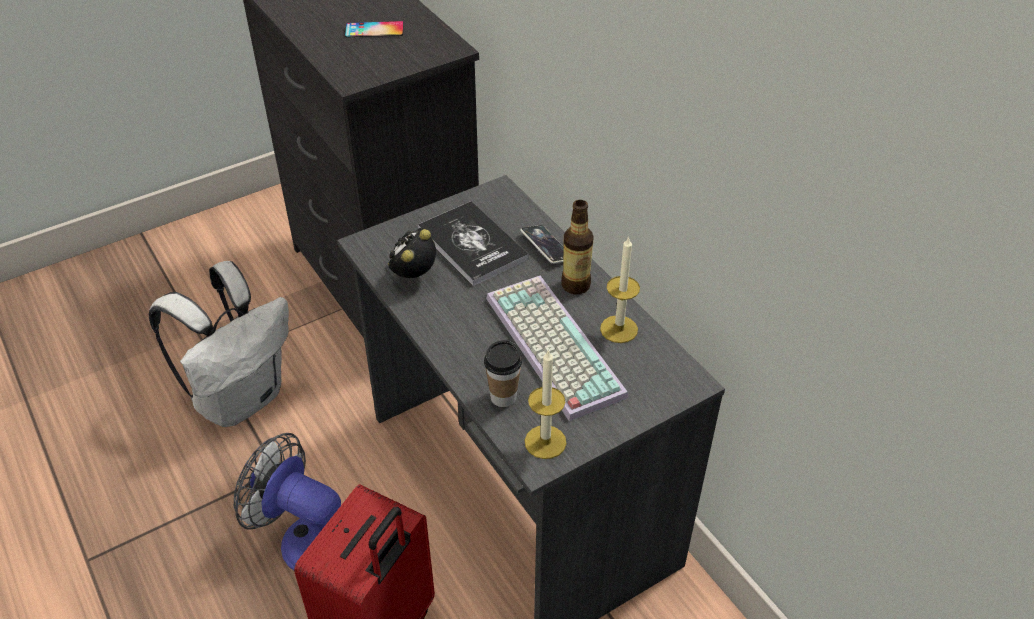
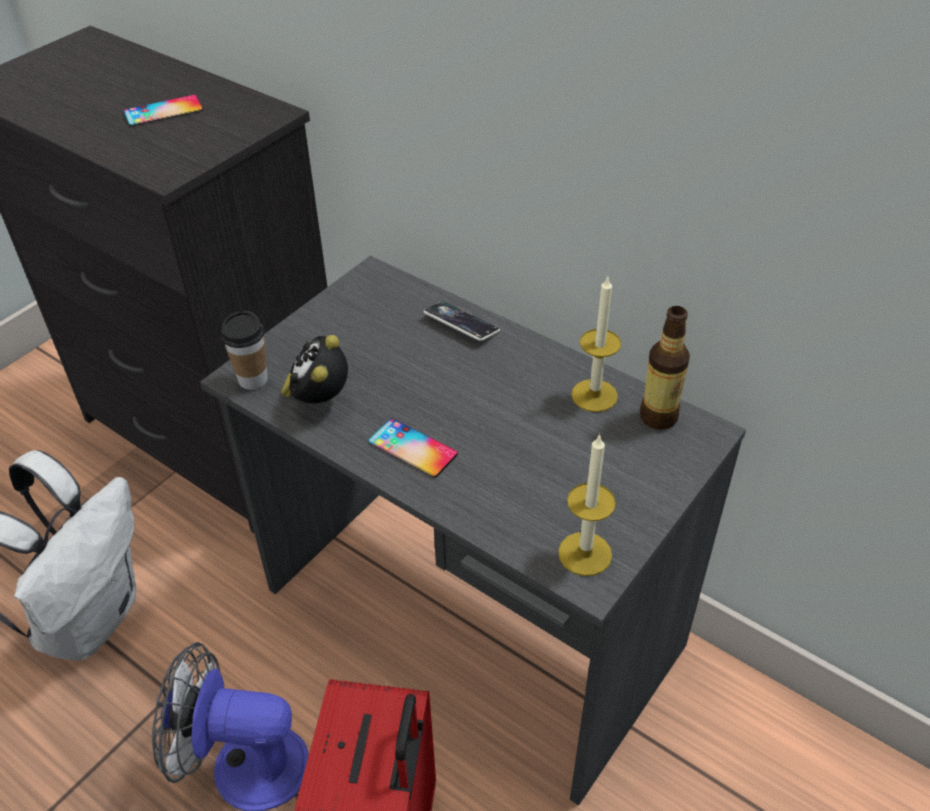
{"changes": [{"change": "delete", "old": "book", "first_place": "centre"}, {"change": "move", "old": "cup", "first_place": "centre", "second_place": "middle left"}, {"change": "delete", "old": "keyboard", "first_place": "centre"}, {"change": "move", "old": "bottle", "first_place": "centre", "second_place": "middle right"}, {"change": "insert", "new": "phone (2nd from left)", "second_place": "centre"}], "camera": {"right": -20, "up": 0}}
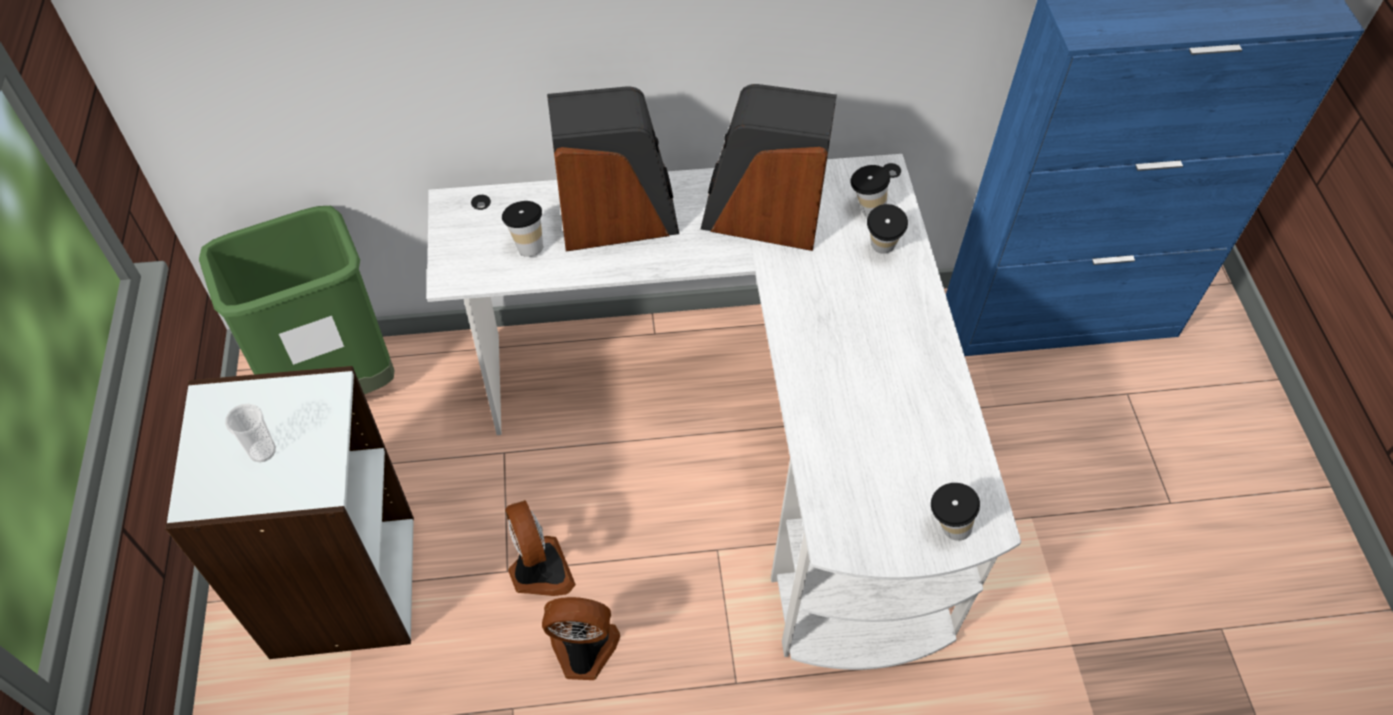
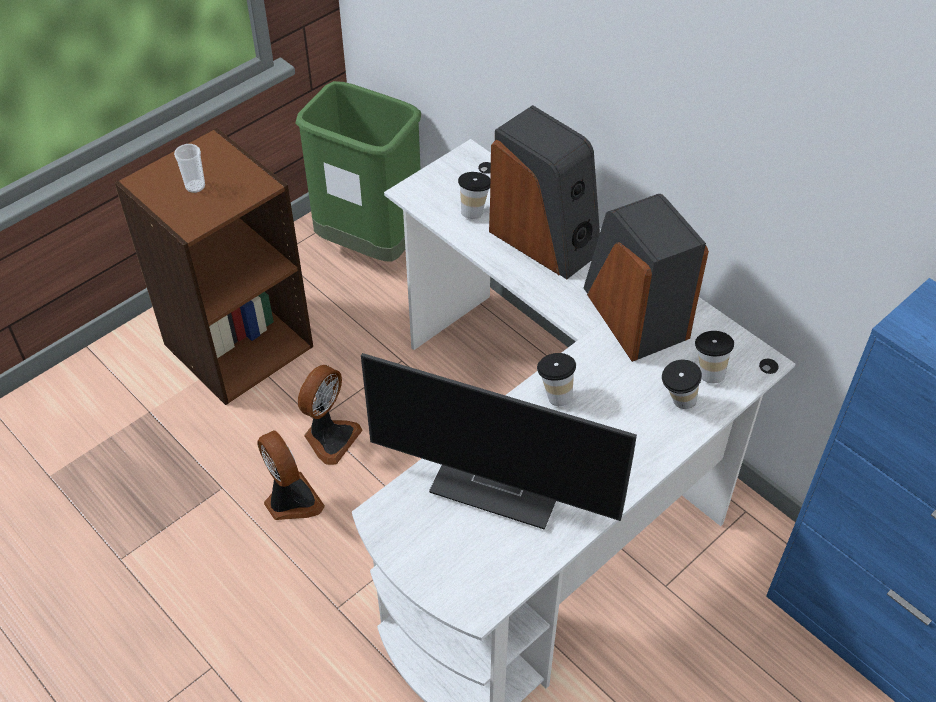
{"changes": [{"change": "recolor", "old": "white bookcase", "new": "brown bookcase", "first_place": "bottom left", "second_place": "middle left"}, {"change": "move", "old": "cup (5th from left in the first image)", "new": "cup (3rd from left)", "first_place": "bottom right", "second_place": "centre"}, {"change": "insert", "new": "monitor", "second_place": "centre"}], "camera": {"right": 55, "up": -5}}
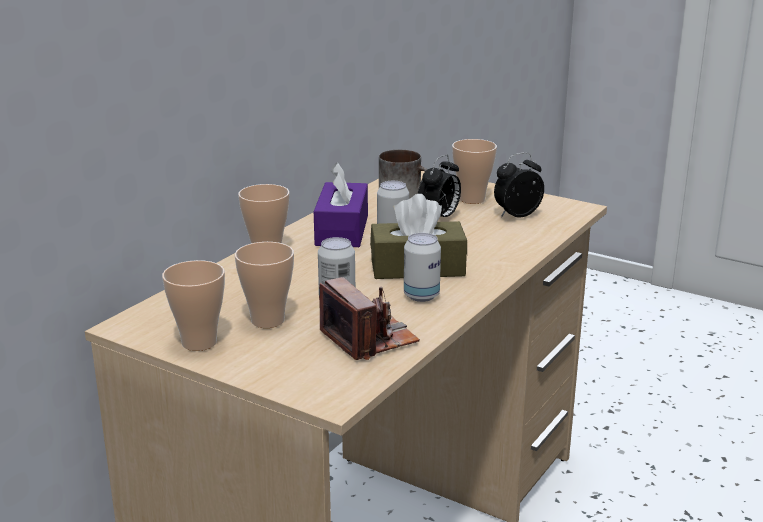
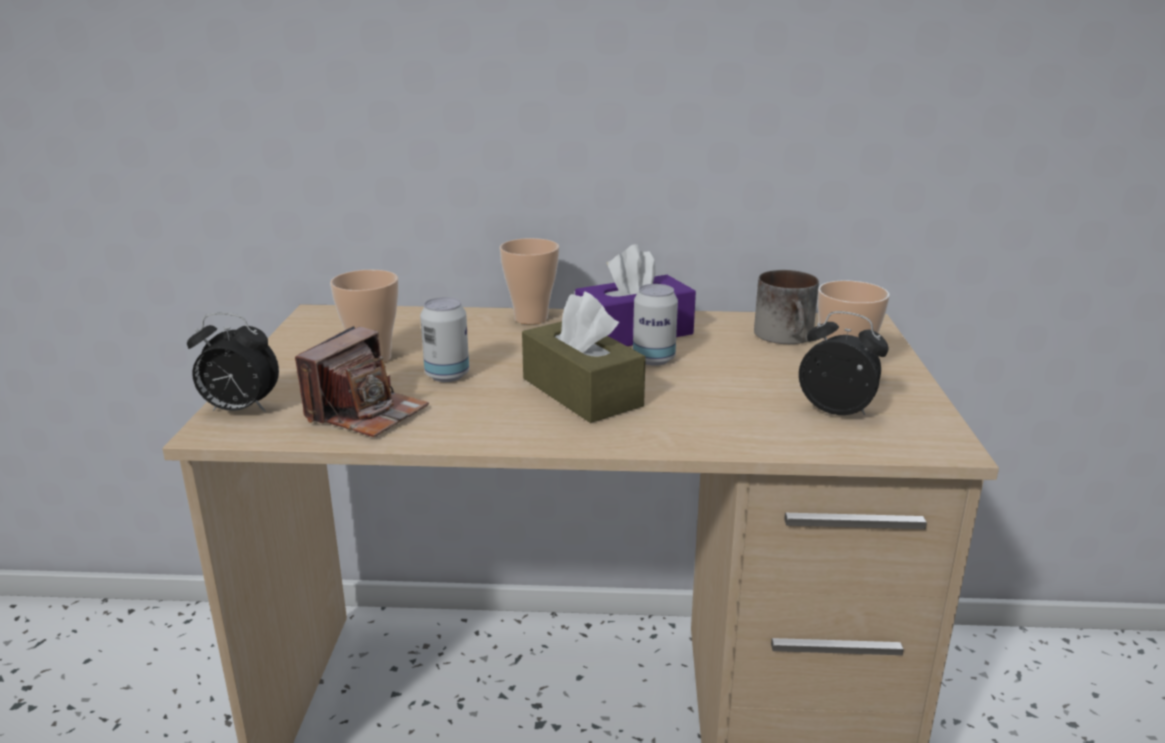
{"changes": [{"change": "delete", "old": "cup (1st from left)", "first_place": "middle left"}, {"change": "delete", "old": "can (3rd from left)", "first_place": "centre"}, {"change": "move", "old": "alarm clock (1st from left)", "first_place": "centre", "second_place": "middle left"}], "camera": {"right": 60, "up": 0}}
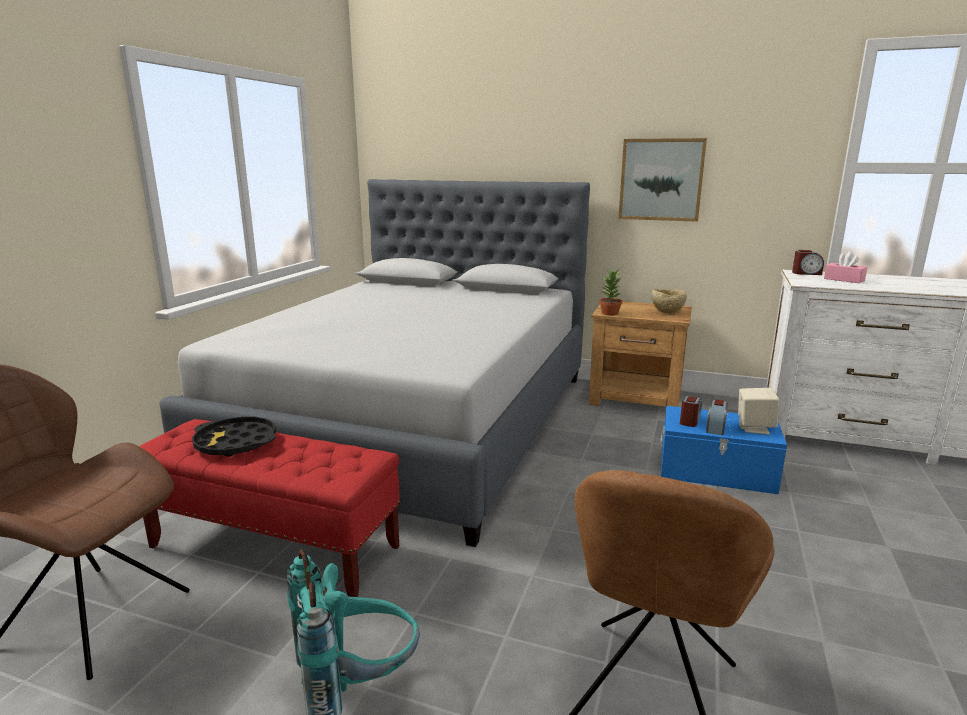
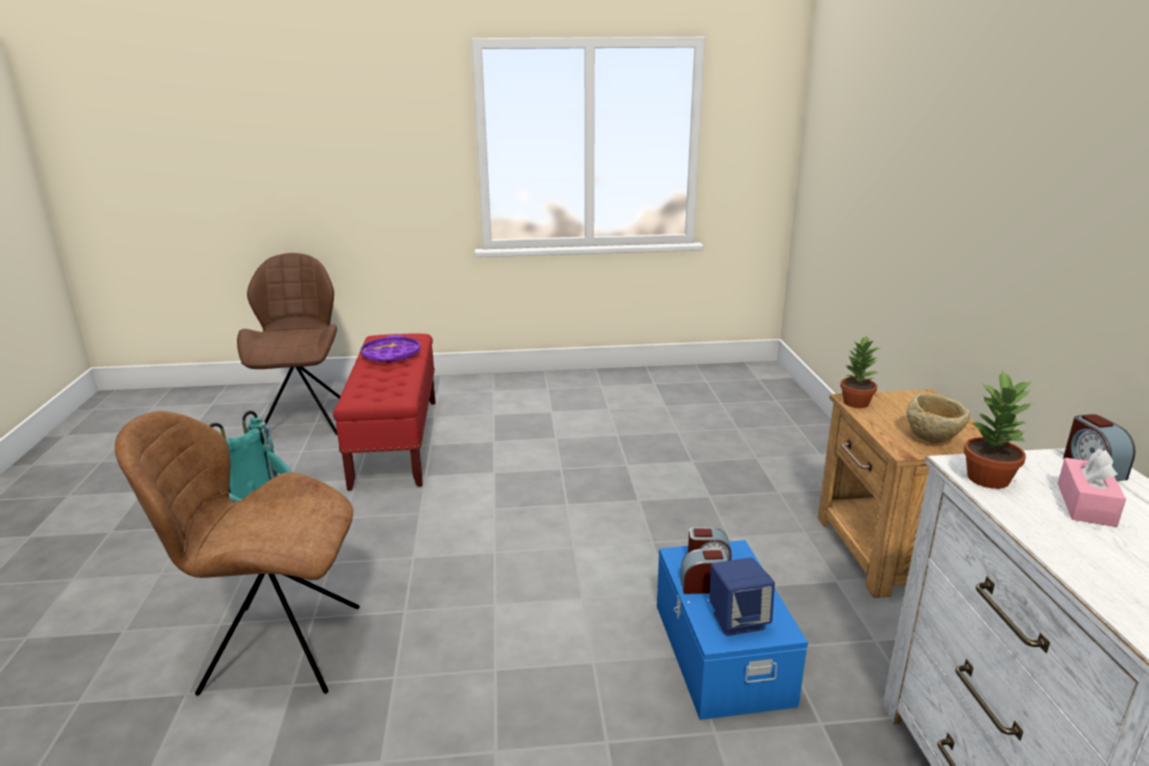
{"changes": [{"change": "delete", "old": "grey bed", "first_place": "centre"}, {"change": "recolor", "old": "black tray", "new": "purple tray", "first_place": "middle left", "second_place": "centre"}, {"change": "delete", "old": "picture", "first_place": "top right"}, {"change": "recolor", "old": "beige speaker", "new": "blue speaker", "first_place": "middle right", "second_place": "bottom centre"}, {"change": "insert", "new": "potted plant (2nd from left)", "second_place": "middle right"}], "camera": {"right": 65, "up": 5}}
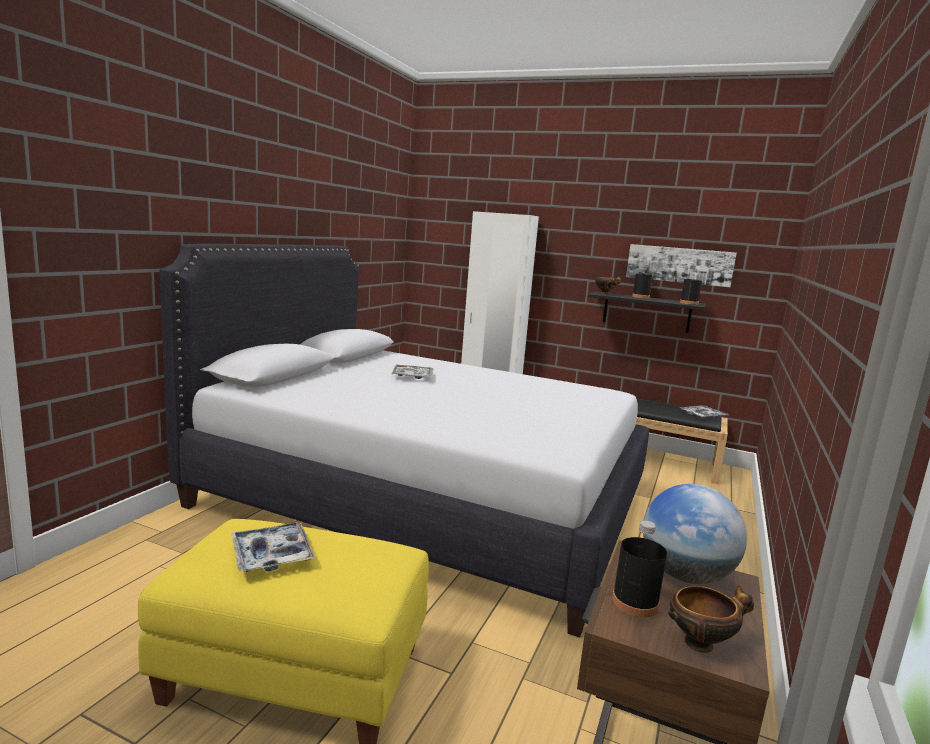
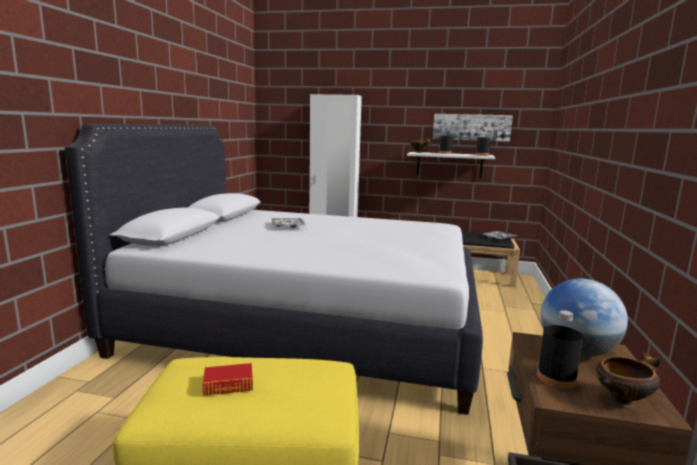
{"changes": [{"change": "replace", "old": "tray (1st from left)", "new": "book", "first_place": "bottom left", "second_place": "bottom left"}, {"change": "recolor", "old": "black shelf", "new": "white shelf", "first_place": "middle right", "second_place": "centre"}], "camera": {"right": -10, "up": 0}}
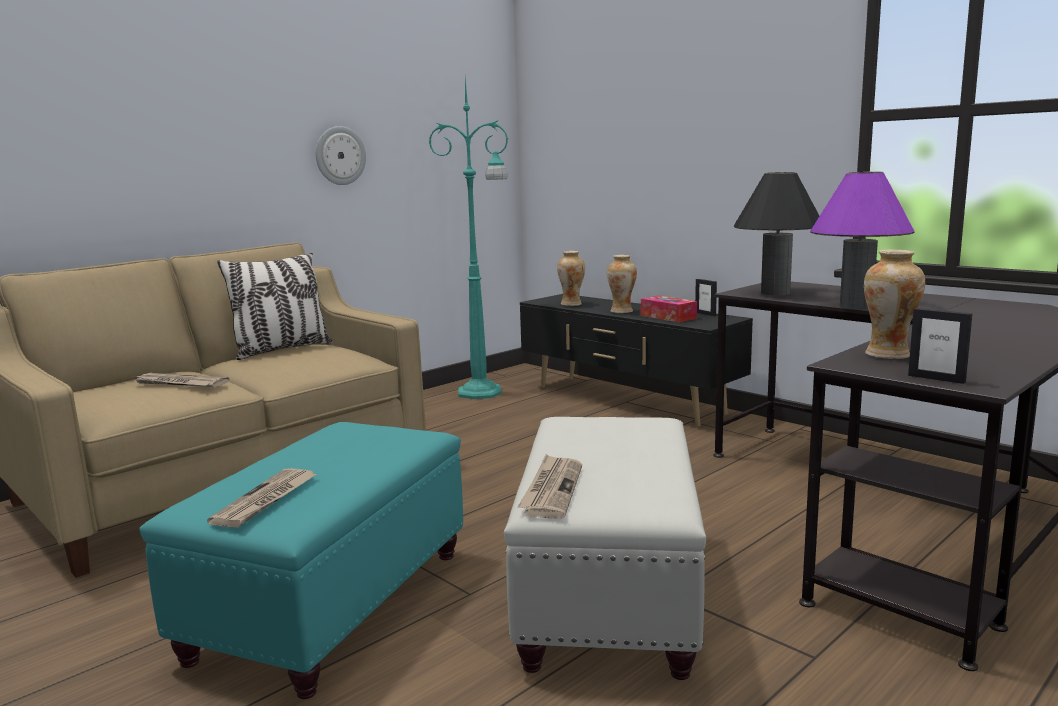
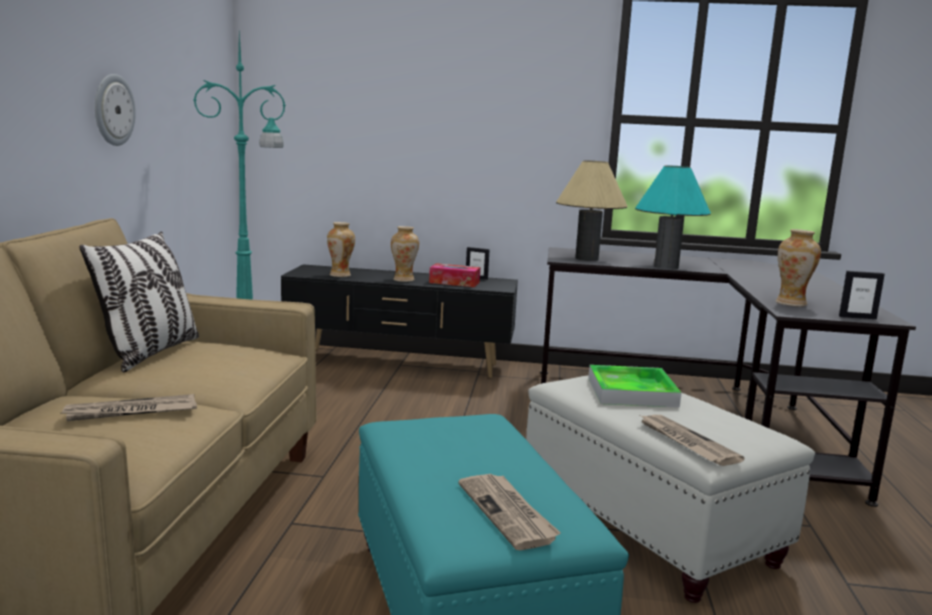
{"changes": [{"change": "recolor", "old": "black table lamp", "new": "beige table lamp", "first_place": "top right", "second_place": "centre"}, {"change": "recolor", "old": "purple table lamp", "new": "turquoise table lamp", "first_place": "middle right", "second_place": "middle right"}, {"change": "insert", "new": "tray", "second_place": "middle right"}], "camera": {"right": -40, "up": 0}}
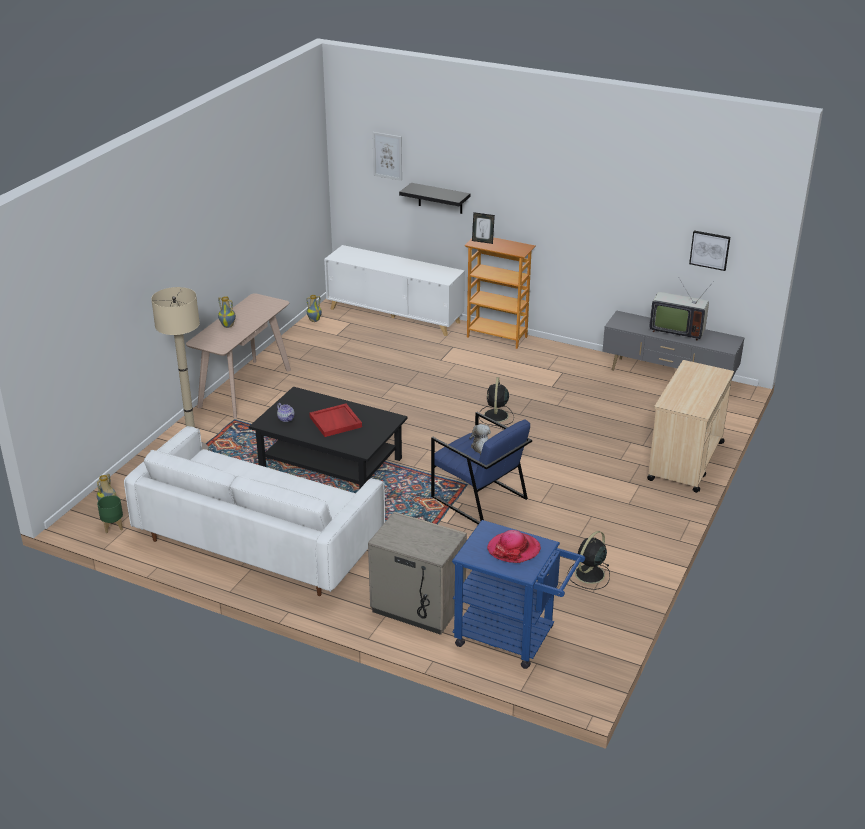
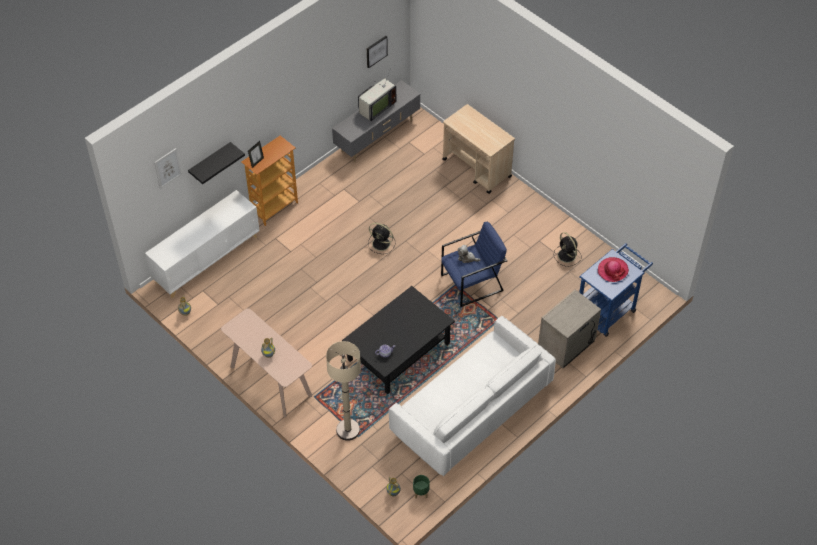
{"changes": [{"change": "delete", "old": "red tray", "first_place": "centre"}], "camera": {"right": -70, "up": 20}}
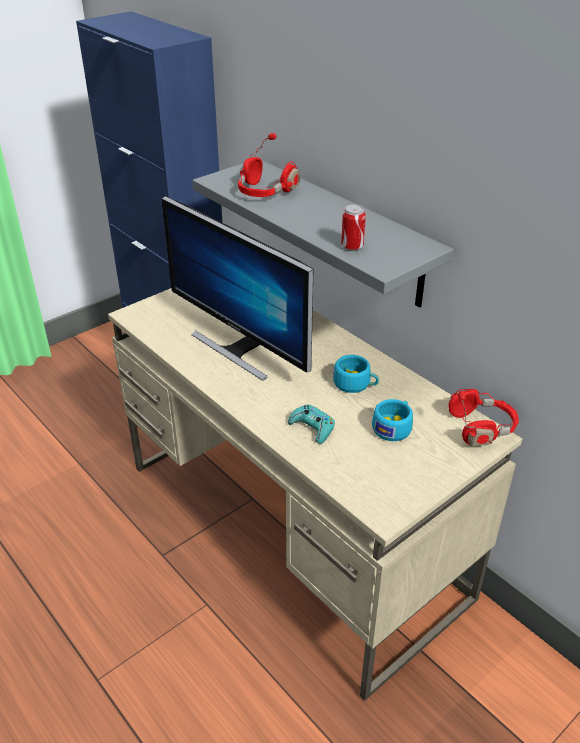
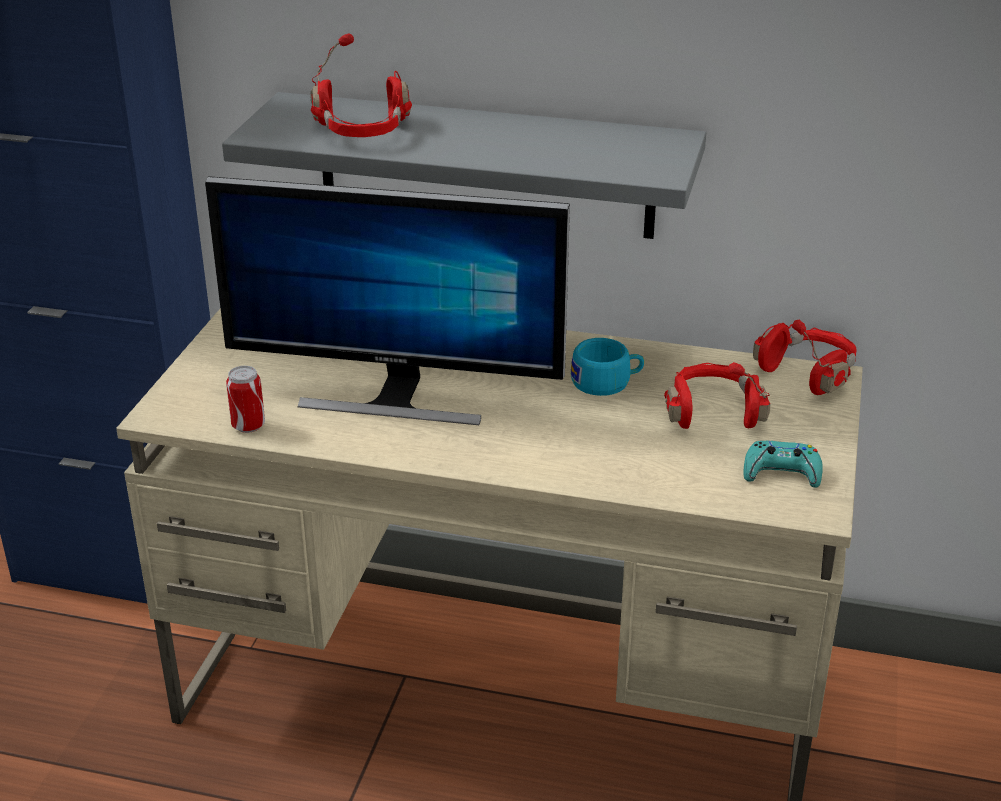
{"changes": [{"change": "move", "old": "turquoise game controller", "first_place": "centre", "second_place": "middle right"}, {"change": "move", "old": "can", "first_place": "top centre", "second_place": "middle left"}, {"change": "replace", "old": "turquoise cup (2nd from left)", "new": "red headphones (2nd from left)", "first_place": "middle right", "second_place": "middle right"}], "camera": {"right": -35, "up": -5}}
